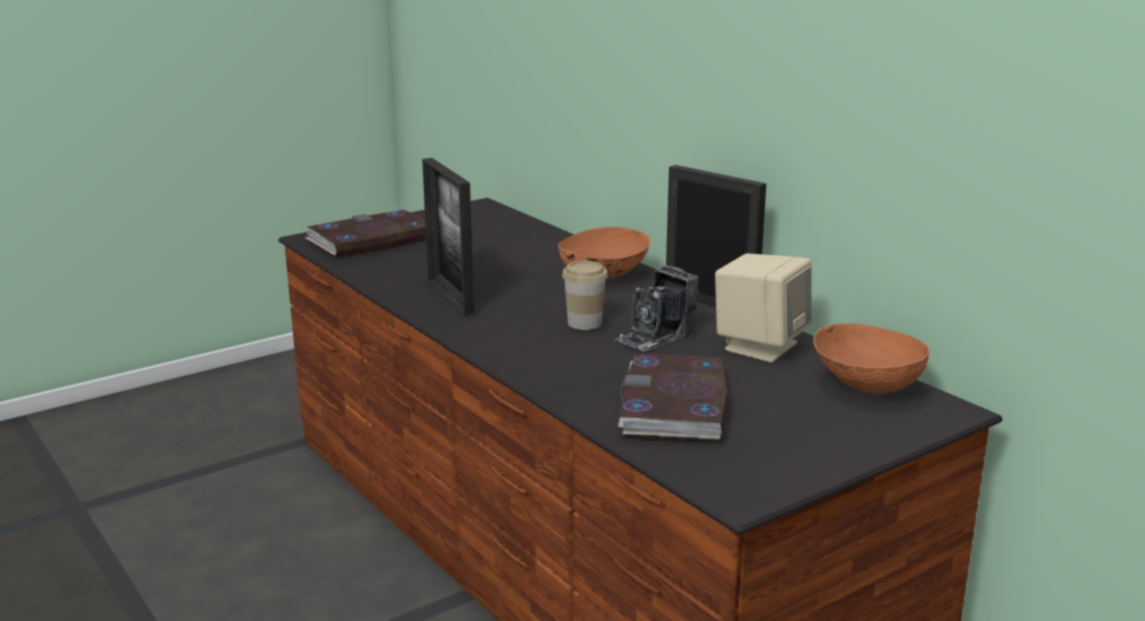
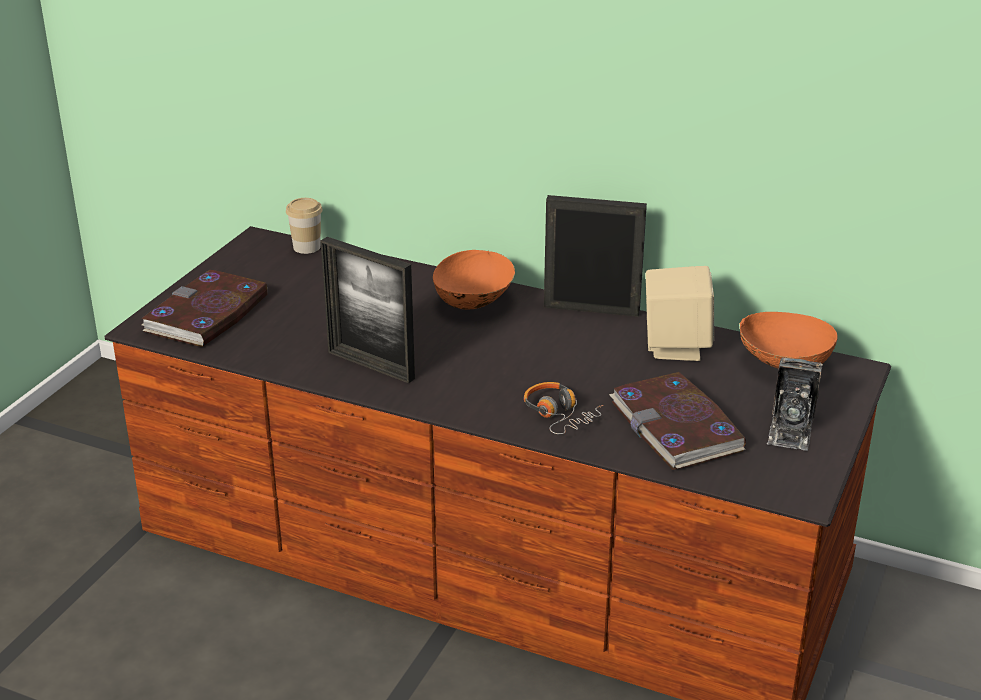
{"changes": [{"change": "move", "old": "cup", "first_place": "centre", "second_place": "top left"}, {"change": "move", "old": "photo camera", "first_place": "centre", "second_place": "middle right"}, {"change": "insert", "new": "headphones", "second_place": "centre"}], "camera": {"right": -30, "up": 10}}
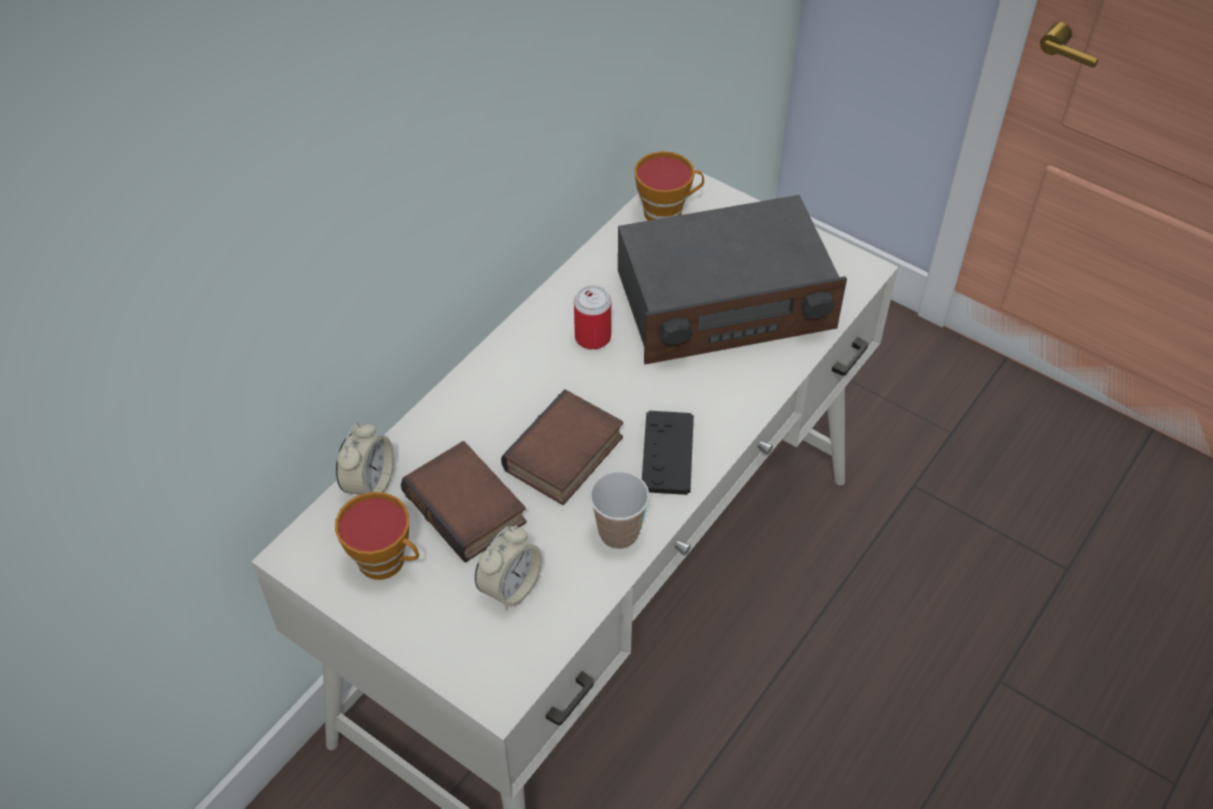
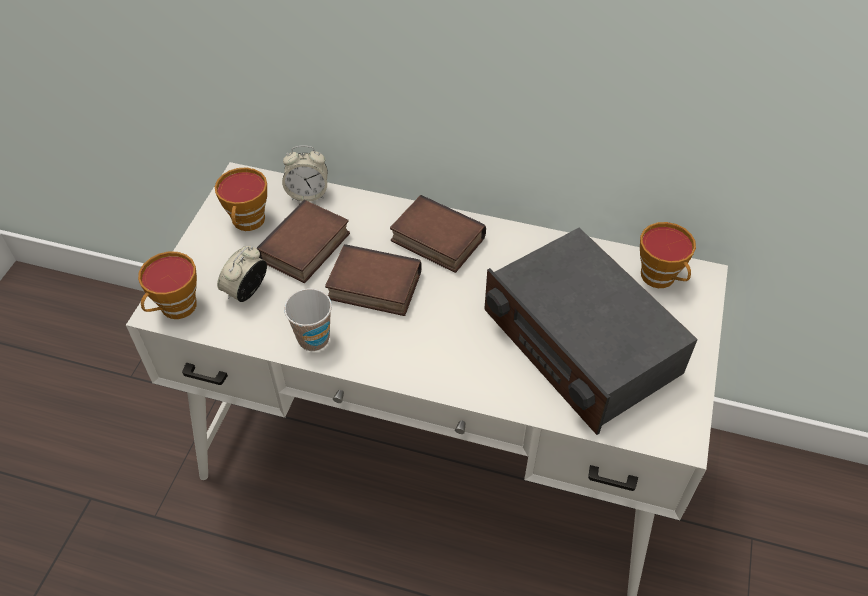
{"changes": [{"change": "rotate", "old": "alarm clock (2nd from left in the first image)", "first_place": "bottom centre", "second_place": "middle left", "degrees": 105}, {"change": "delete", "old": "can", "first_place": "centre"}, {"change": "delete", "old": "black game controller", "first_place": "centre"}, {"change": "insert", "new": "cup (1st from left)", "second_place": "middle left"}, {"change": "insert", "new": "book (3rd from left)", "second_place": "centre"}], "camera": {"right": 70, "up": 0}}
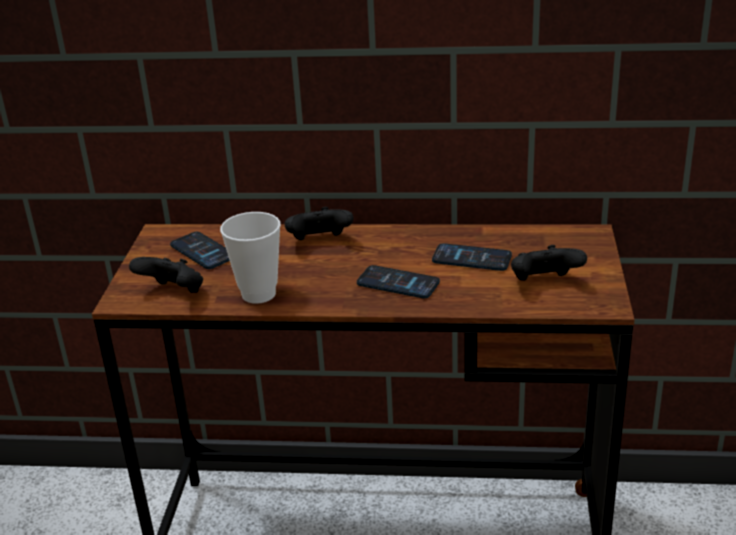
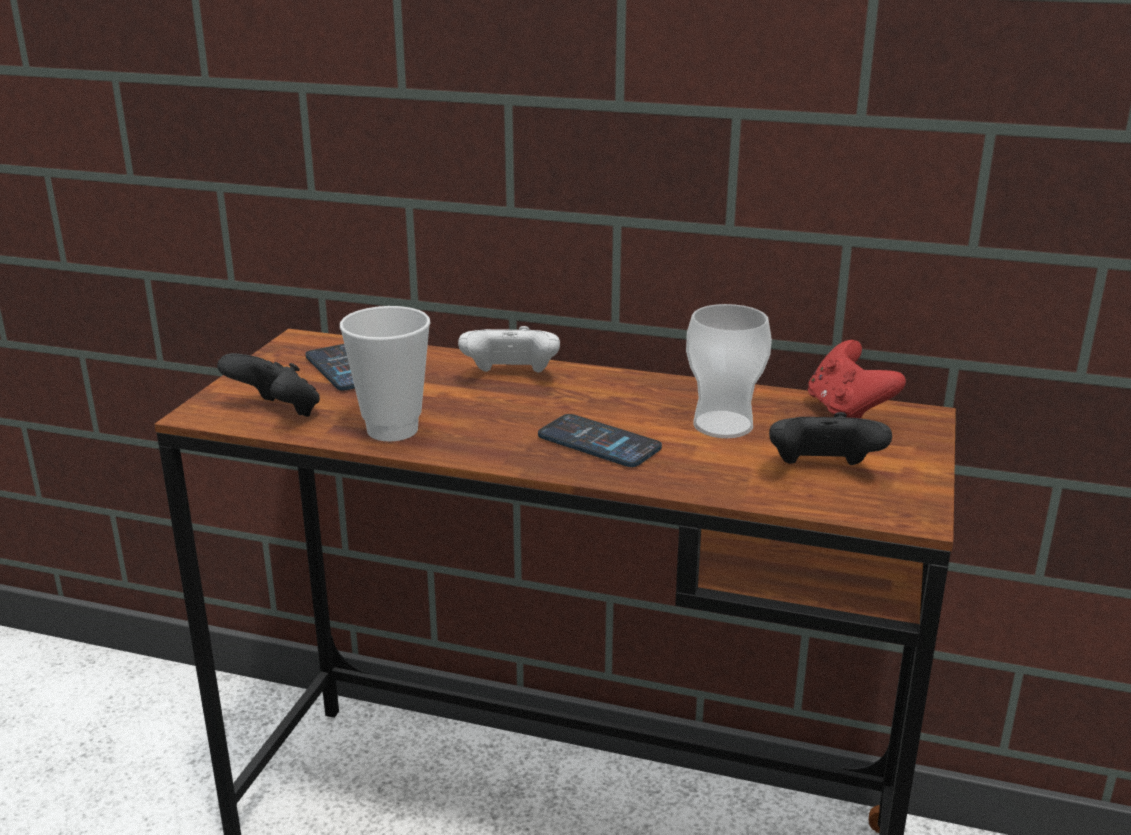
{"changes": [{"change": "recolor", "old": "black game controller (2nd from left)", "new": "white game controller", "first_place": "centre", "second_place": "centre"}, {"change": "replace", "old": "phone (3rd from left)", "new": "cup (2nd from left)", "first_place": "centre", "second_place": "centre"}, {"change": "insert", "new": "red game controller", "second_place": "middle right"}], "camera": {"right": 10, "up": -5}}
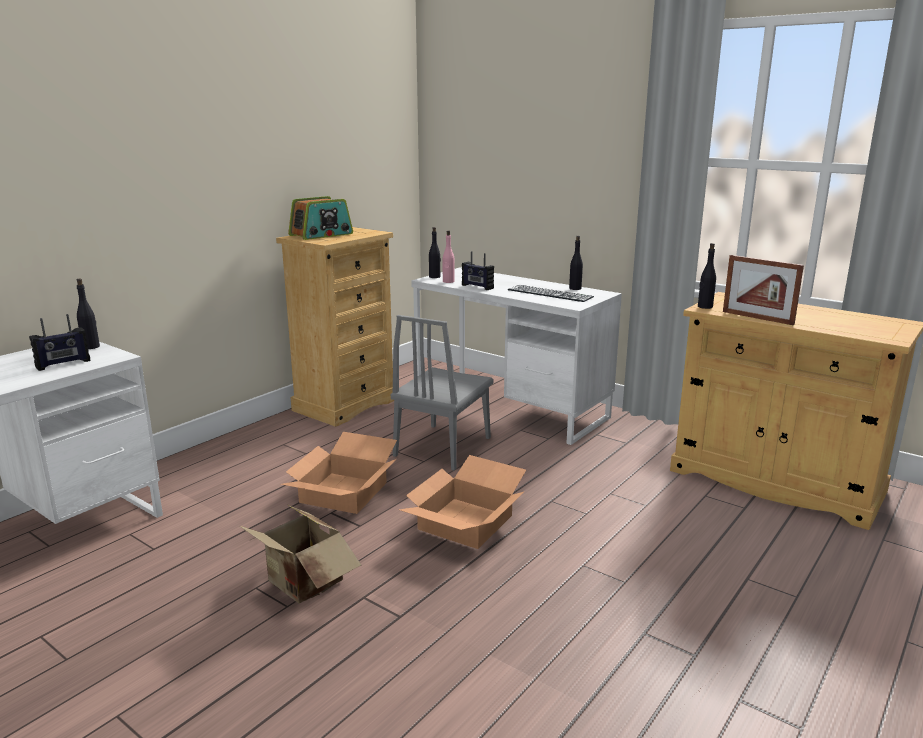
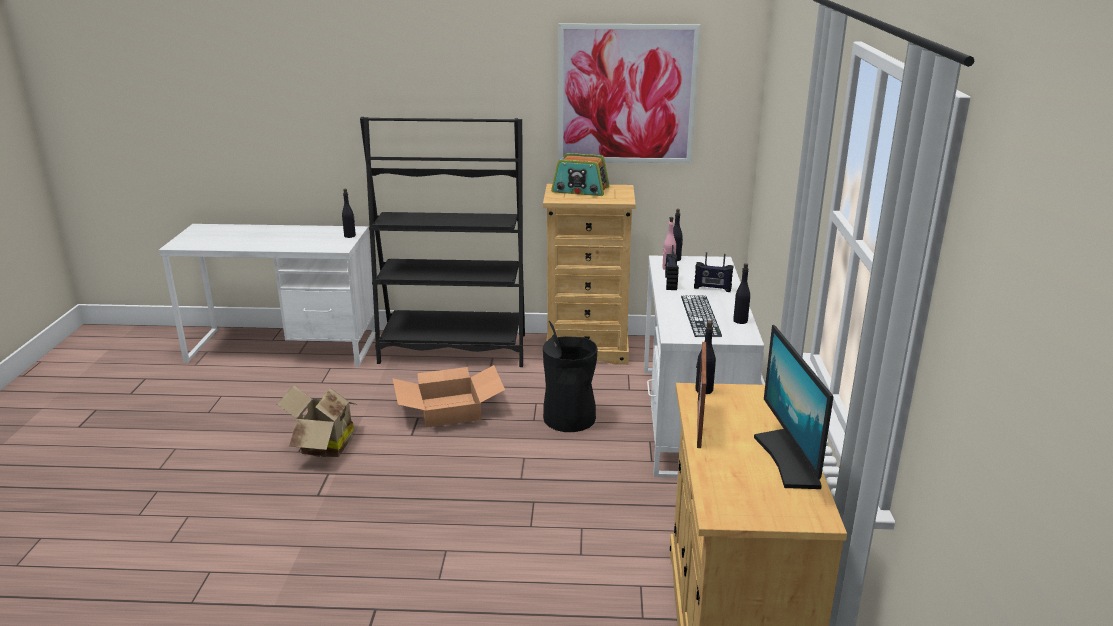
{"changes": [{"change": "move", "old": "radio (1st from left in the first image)", "new": "radio (3rd from left)", "first_place": "middle left", "second_place": "centre"}, {"change": "replace", "old": "grey chair", "new": "black trash can", "first_place": "centre", "second_place": "centre"}, {"change": "delete", "old": "cardboard box (3rd from left)", "first_place": "bottom centre"}, {"change": "insert", "new": "black bookcase", "second_place": "centre"}, {"change": "insert", "new": "picture", "second_place": "top centre"}, {"change": "insert", "new": "monitor", "second_place": "middle right"}], "camera": {"right": 55, "up": 5}}
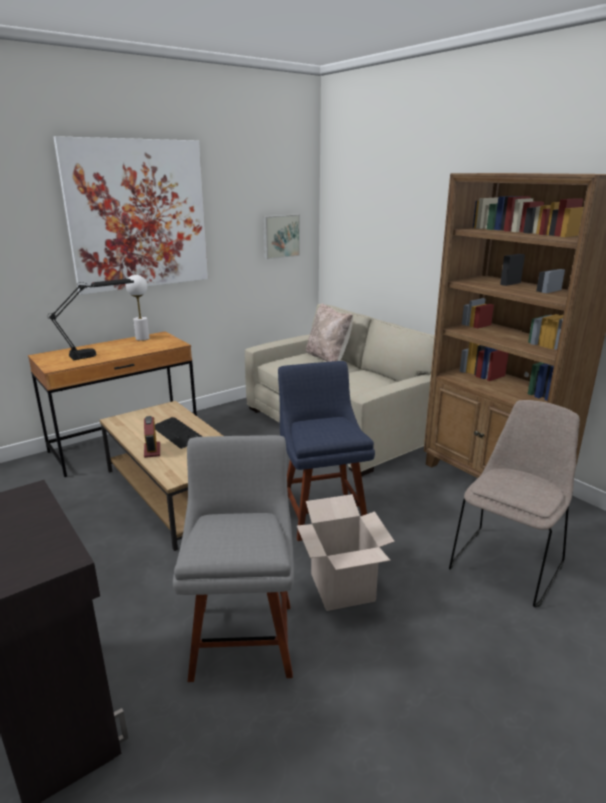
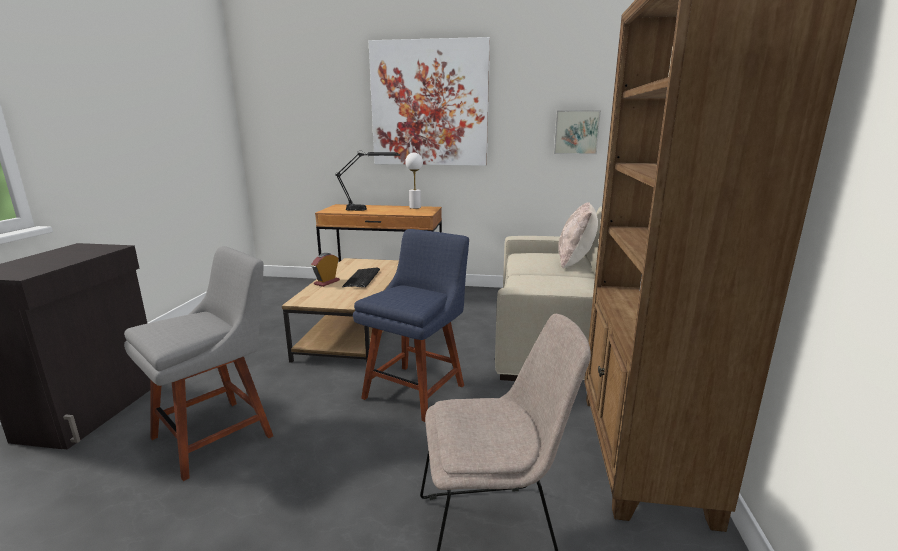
{"changes": [{"change": "delete", "old": "cardboard box", "first_place": "bottom centre"}], "camera": {"right": 45, "up": -5}}
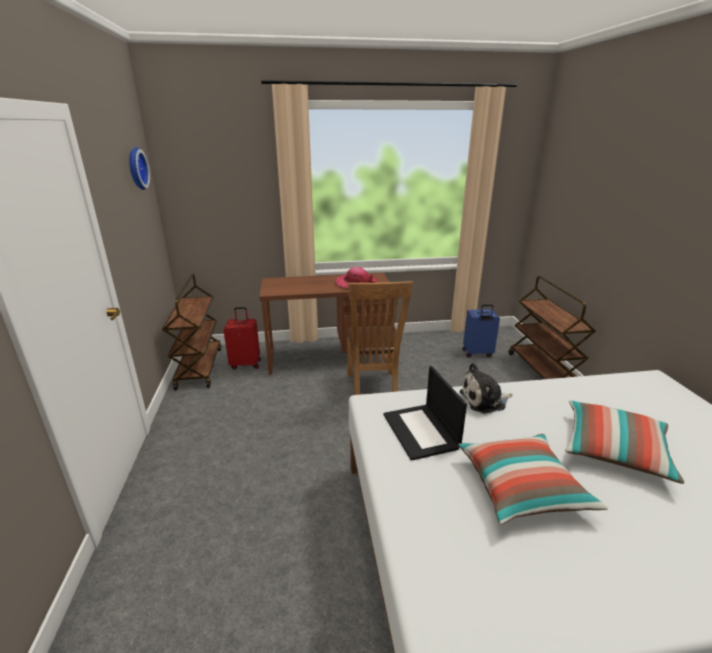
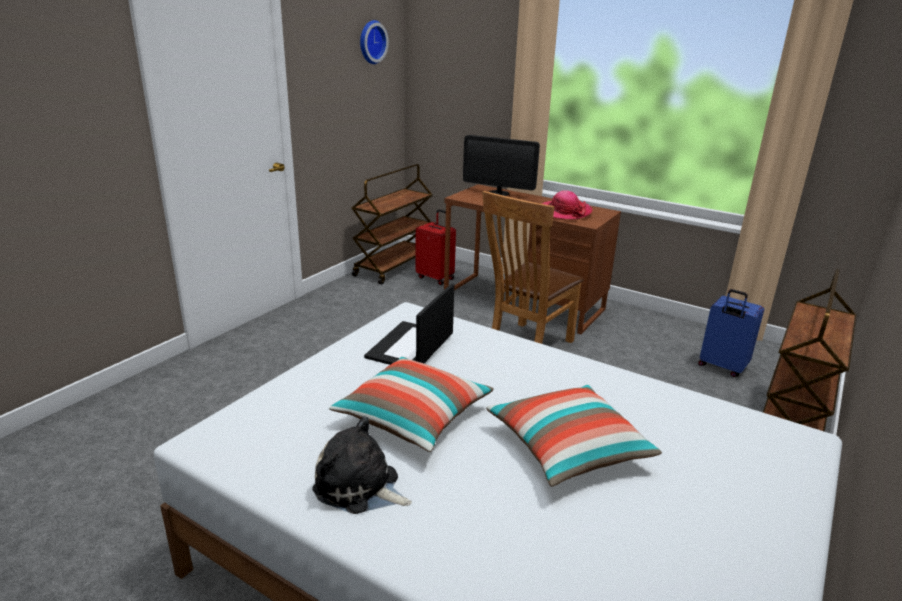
{"changes": [{"change": "move", "old": "plush toy", "first_place": "middle right", "second_place": "bottom centre"}, {"change": "insert", "new": "monitor", "second_place": "top centre"}], "camera": {"right": 40, "up": 0}}
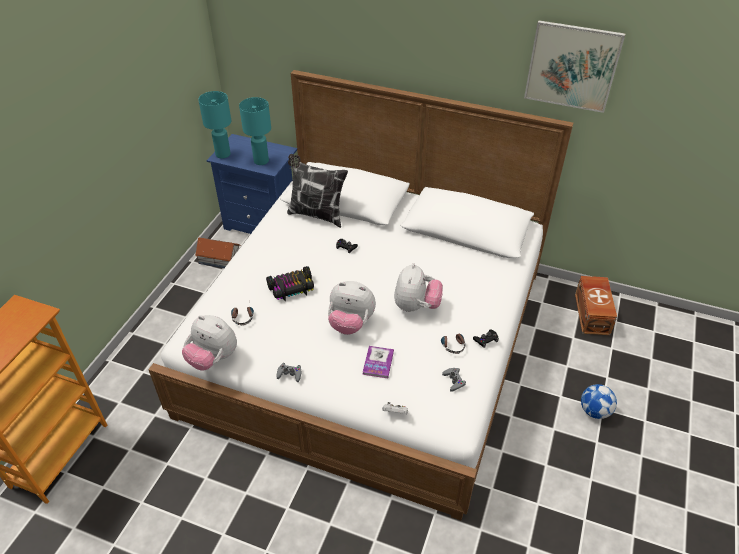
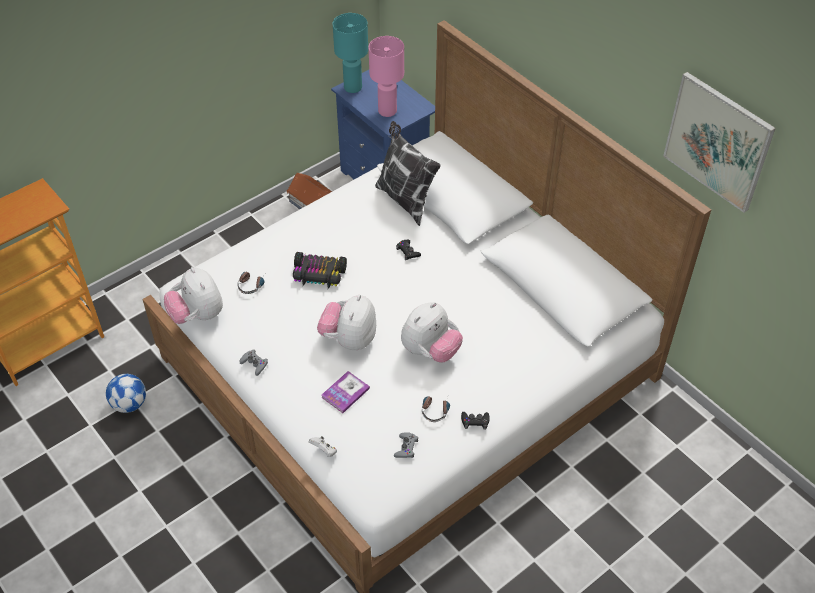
{"changes": [{"change": "recolor", "old": "turquoise table lamp (2nd from left)", "new": "pink table lamp", "first_place": "top centre", "second_place": "top centre"}, {"change": "rotate", "old": "plush toy (2nd from left)", "first_place": "centre", "second_place": "centre", "degrees": 60}, {"change": "delete", "old": "brown storage box", "first_place": "middle right"}, {"change": "move", "old": "football", "first_place": "bottom right", "second_place": "middle left"}], "camera": {"right": 30, "up": 5}}
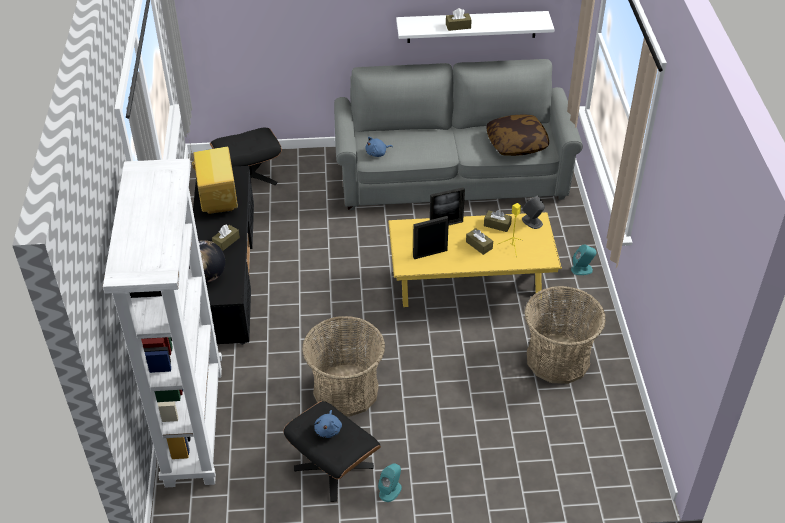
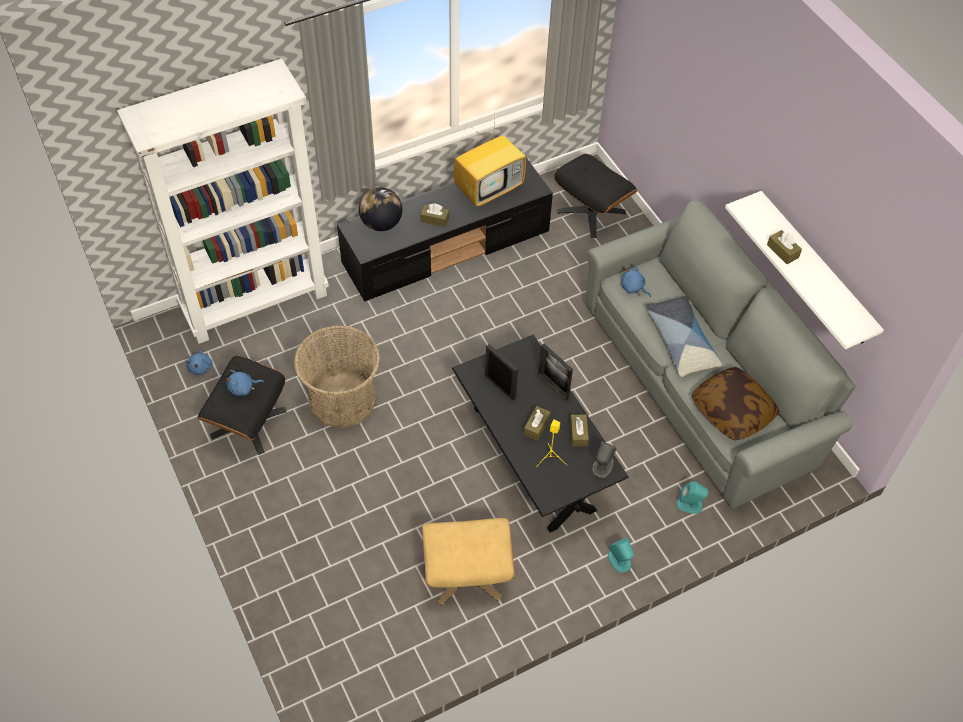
{"changes": [{"change": "move", "old": "turquoise speaker (1st from left in the first image)", "new": "turquoise speaker (2nd from left)", "first_place": "bottom centre", "second_place": "bottom right"}, {"change": "recolor", "old": "yellow coffee table", "new": "black coffee table", "first_place": "centre", "second_place": "centre"}, {"change": "replace", "old": "basket (2nd from left)", "new": "beige ottoman", "first_place": "middle right", "second_place": "bottom centre"}, {"change": "insert", "new": "blue plush toy (1st from left)", "second_place": "middle left"}, {"change": "insert", "new": "pillow (1st from left)", "second_place": "middle right"}], "camera": {"right": 65, "up": 10}}
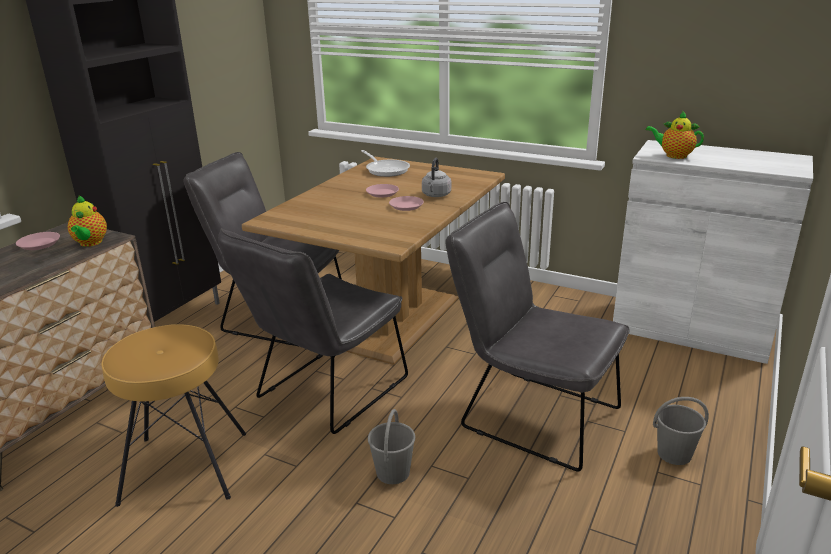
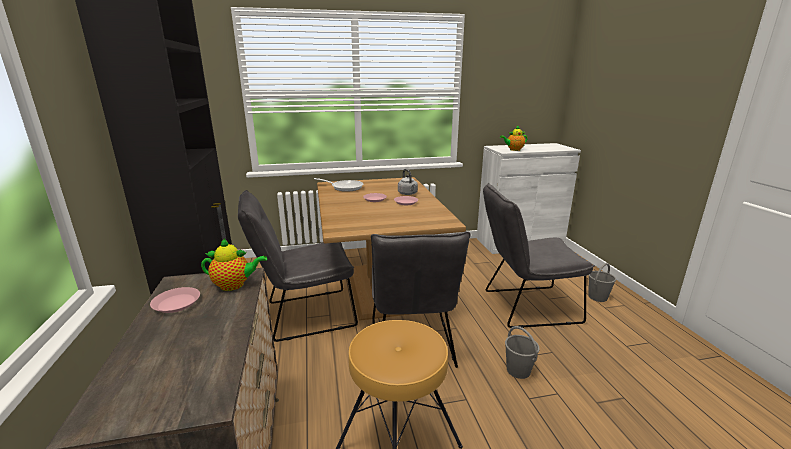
{"changes": [{"change": "rotate", "old": "teapot (1st from left)", "first_place": "middle left", "second_place": "middle left", "degrees": -45}], "camera": {"right": -40, "up": -5}}
